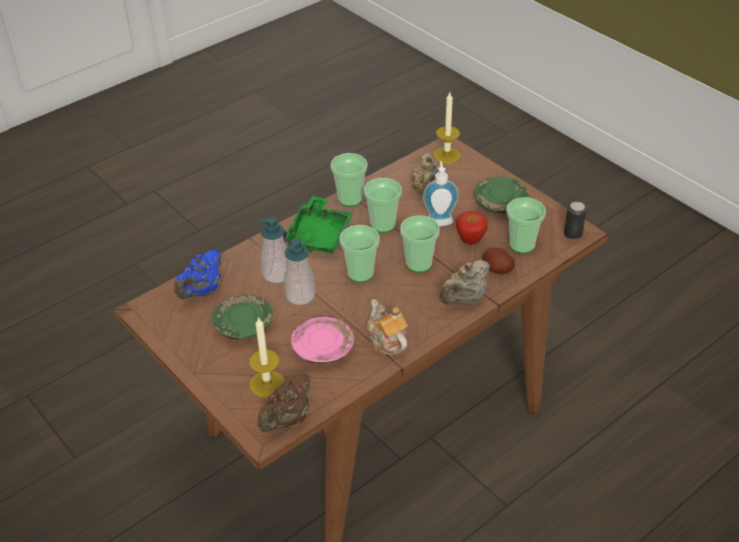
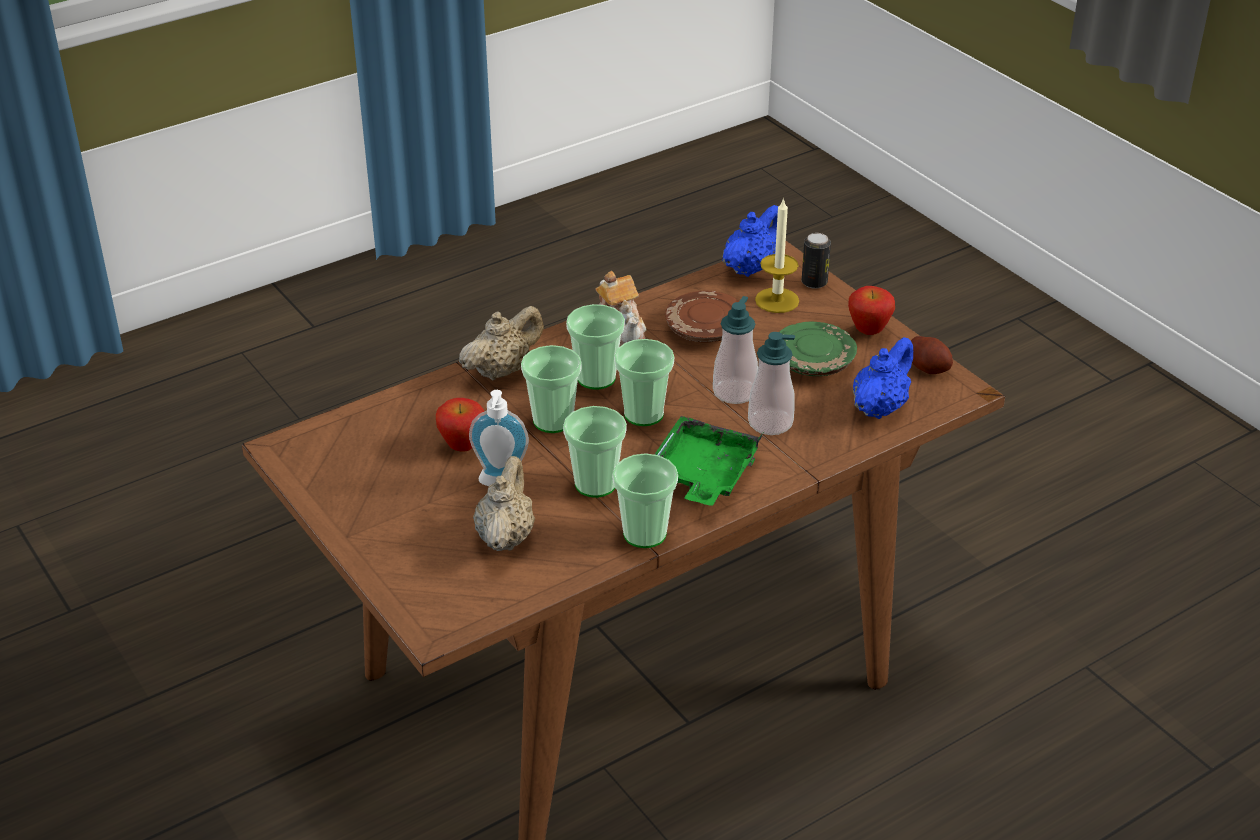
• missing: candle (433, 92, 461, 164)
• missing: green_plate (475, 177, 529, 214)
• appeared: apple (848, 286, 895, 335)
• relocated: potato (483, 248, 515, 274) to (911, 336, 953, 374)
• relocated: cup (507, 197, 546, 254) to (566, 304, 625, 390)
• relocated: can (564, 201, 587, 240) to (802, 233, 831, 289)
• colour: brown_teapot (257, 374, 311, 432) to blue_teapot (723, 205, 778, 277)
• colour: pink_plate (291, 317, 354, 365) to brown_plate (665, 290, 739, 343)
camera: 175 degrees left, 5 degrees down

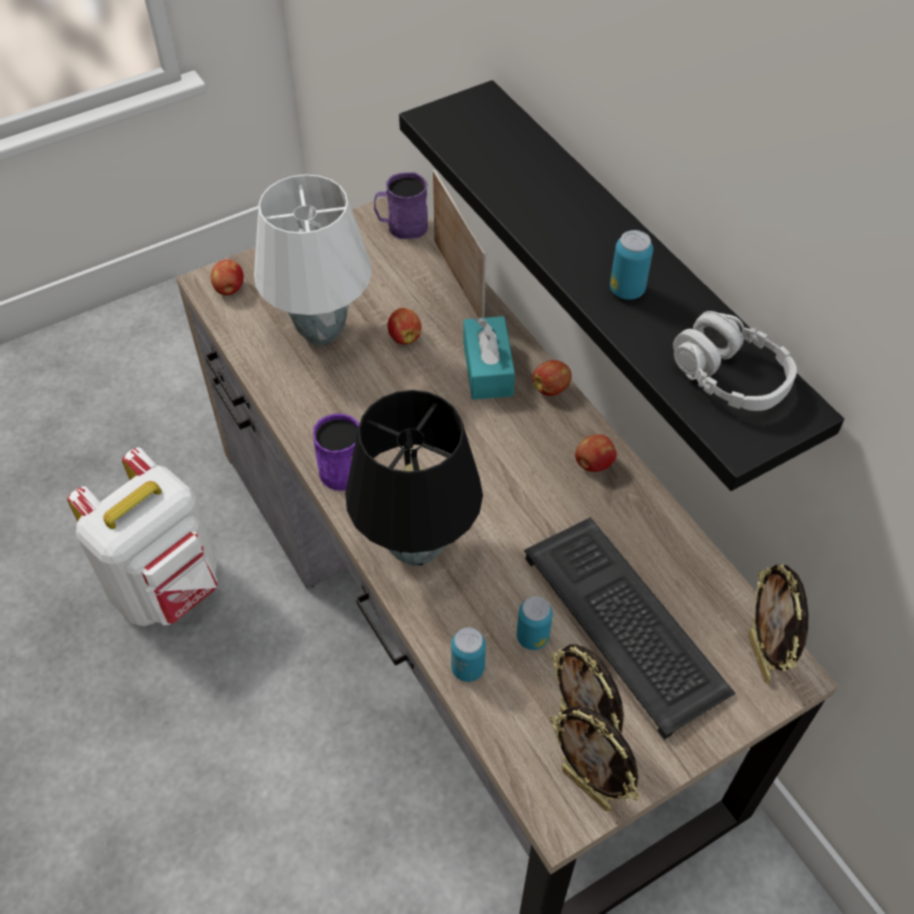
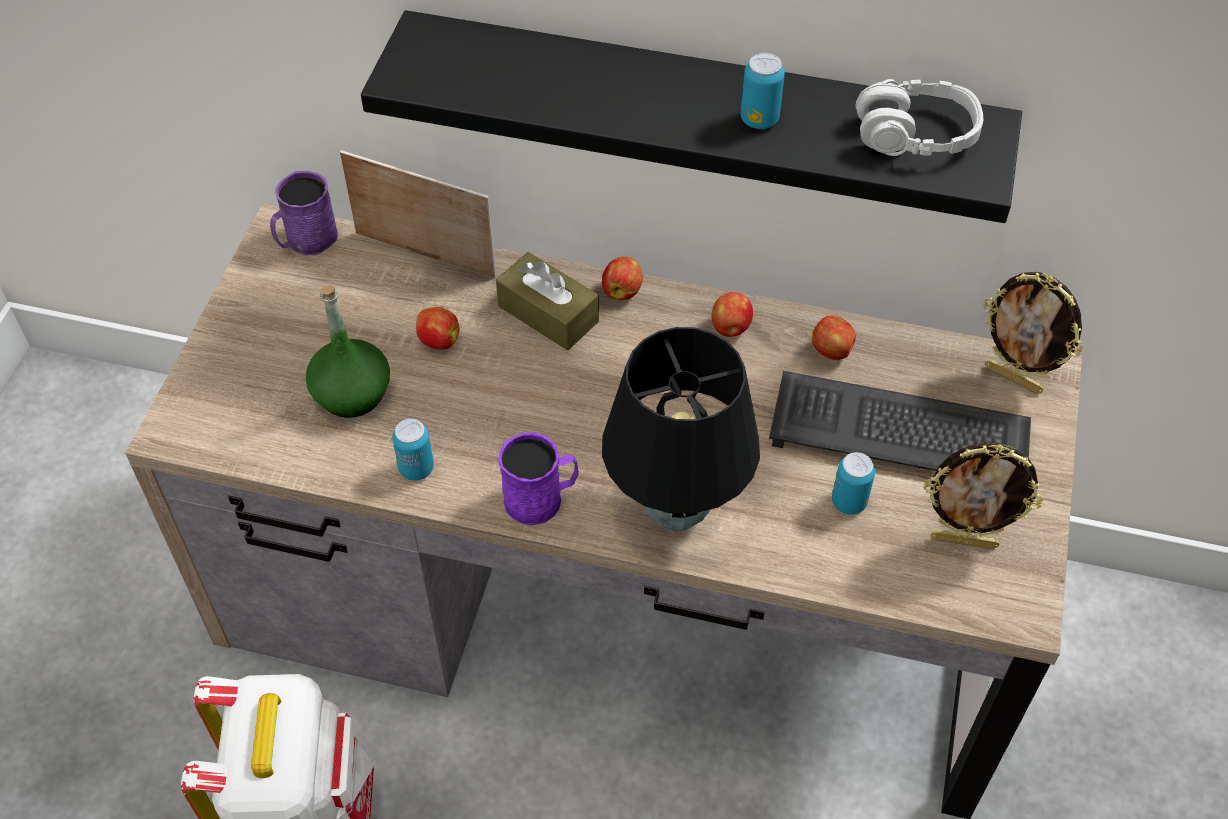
• missing: picture_frame (550, 707, 640, 811)
• relocated: apple (211, 260, 244, 295) to (812, 315, 856, 360)
• relocated: can (451, 628, 486, 682) to (392, 419, 434, 481)
• exchanged: white_table_lamp (254, 174, 372, 346) to green_bottle (306, 285, 390, 418)
• colour: turquoise_tissue_box (463, 316, 515, 400) to brown_tissue_box (496, 252, 599, 350)
camera: 45 degrees left, 0 degrees up

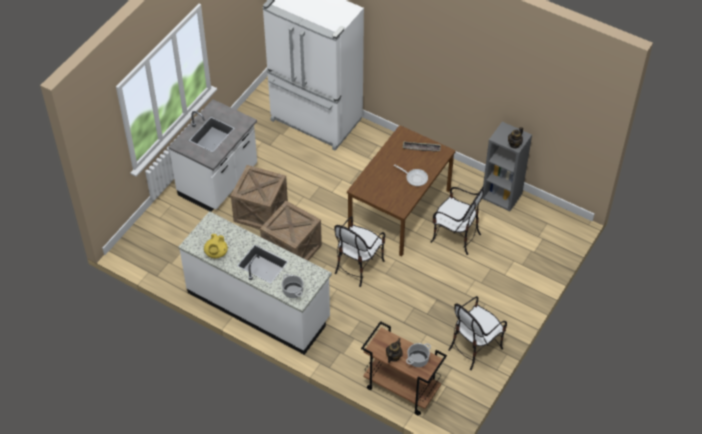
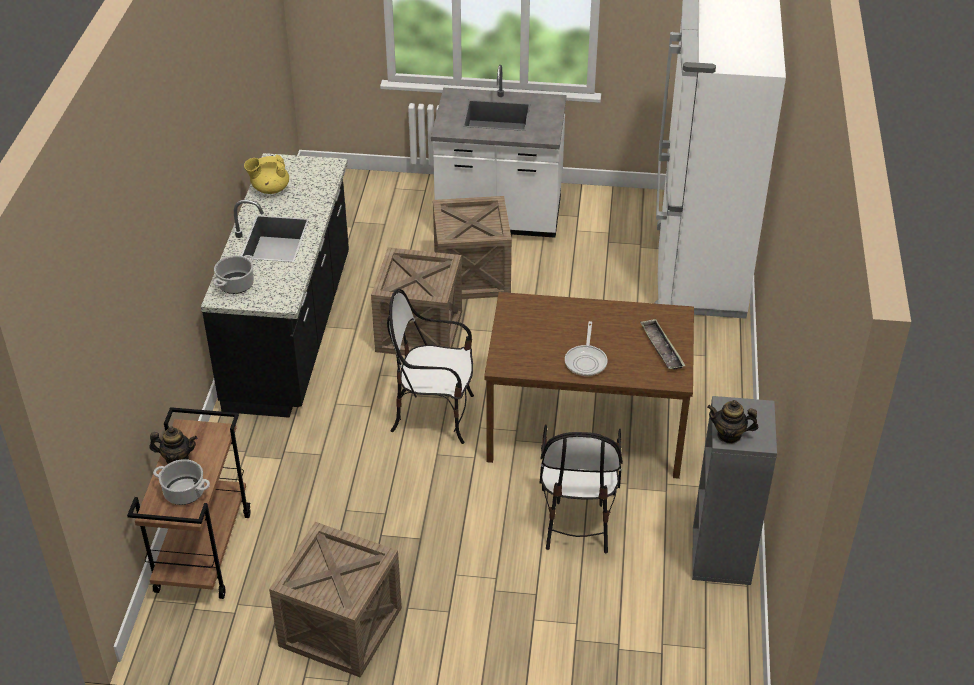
• exchanged: chair (448, 296, 507, 370) to crate (269, 522, 402, 678)
• colour: white_counter (179, 211, 332, 355) to black_counter (201, 153, 349, 418)
camera: 65 degrees right, 10 degrees down

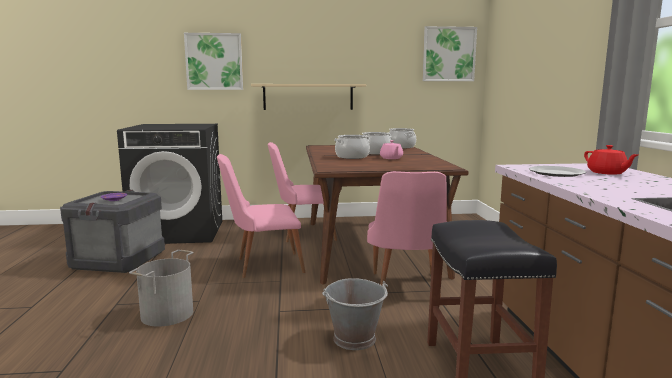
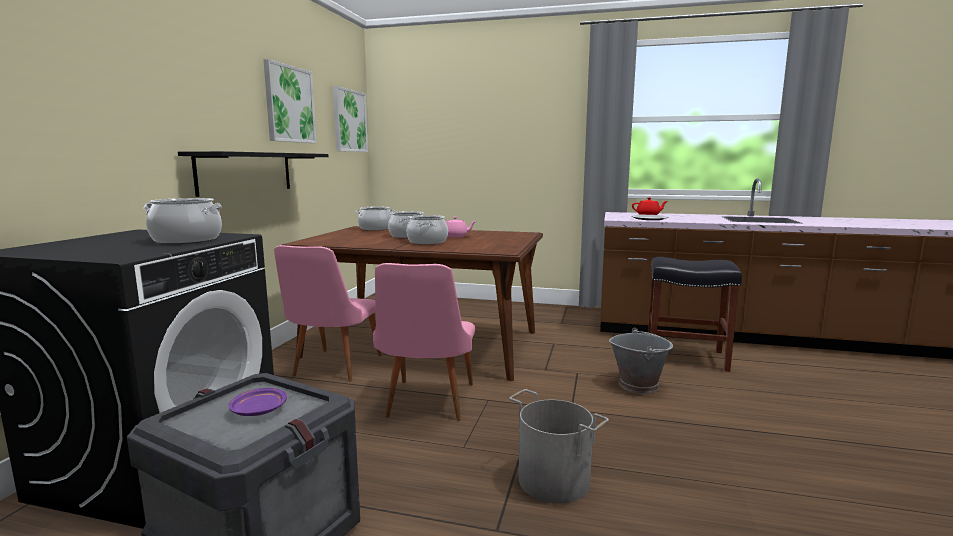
• missing: pink_chair (367, 171, 447, 297)
• appeared: cooking_pot (143, 198, 222, 244)
• relocated: picture (184, 33, 243, 90) to (263, 59, 317, 143)
• colour: beige_shelf (251, 84, 366, 110) to black_shelf (178, 151, 328, 197)
camera: 70 degrees left, 0 degrees up

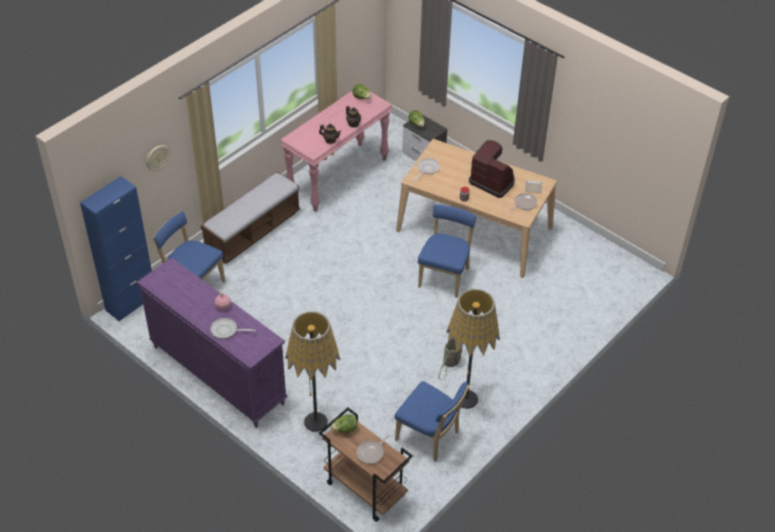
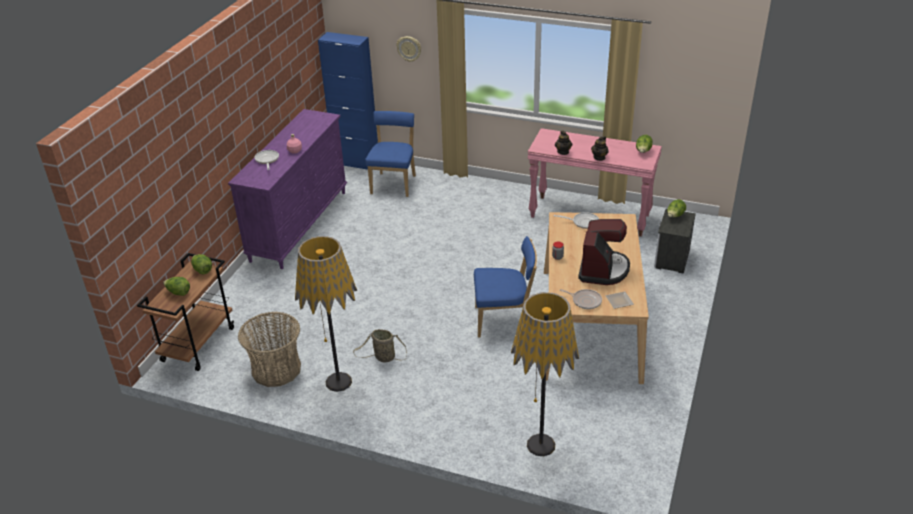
• missing: bench (201, 172, 300, 264)
• relocated: floor_lamp (285, 312, 341, 432) to (511, 292, 579, 456)
• exchanged: frying_pan (356, 435, 390, 464) to lettuce (163, 277, 190, 296)
• exchanged: blue_chair (395, 381, 470, 462) to basket (238, 312, 301, 387)
camera: 70 degrees right, 10 degrees down

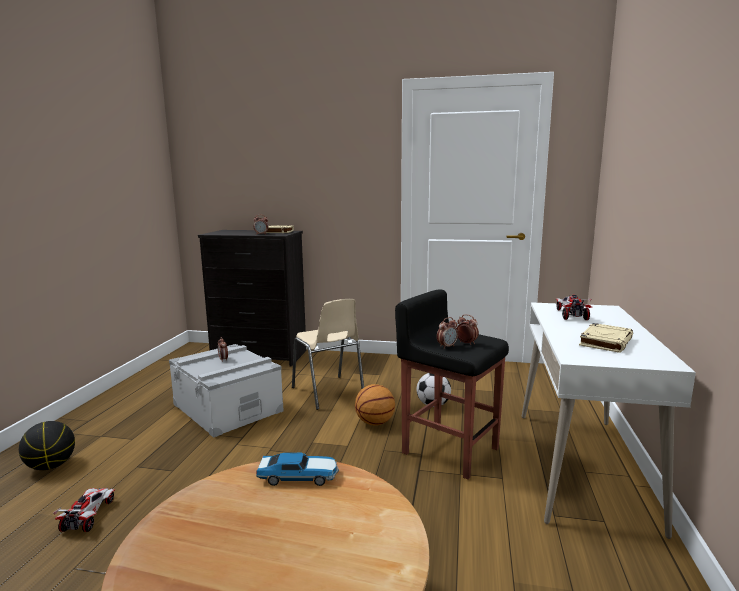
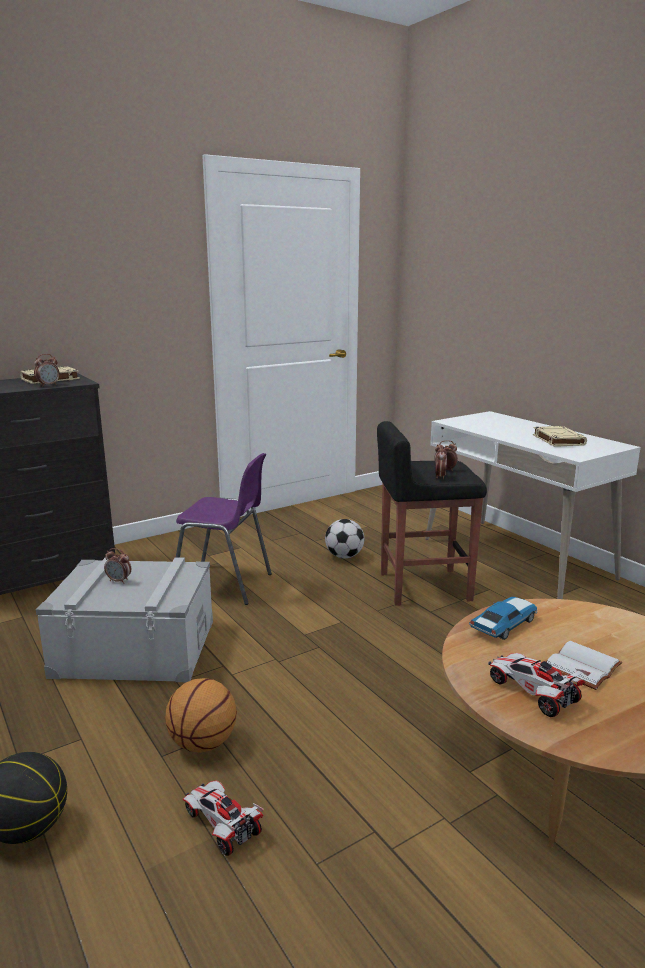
• appeared: white_book (546, 641, 622, 690)
• relocated: basketball (355, 384, 395, 425) to (165, 678, 237, 753)
• relocated: toy_car (556, 295, 592, 320) to (488, 653, 591, 717)
• colour: beige_chair (292, 299, 364, 410) to purple_chair (176, 453, 272, 605)
camera: 45 degrees left, 5 degrees up

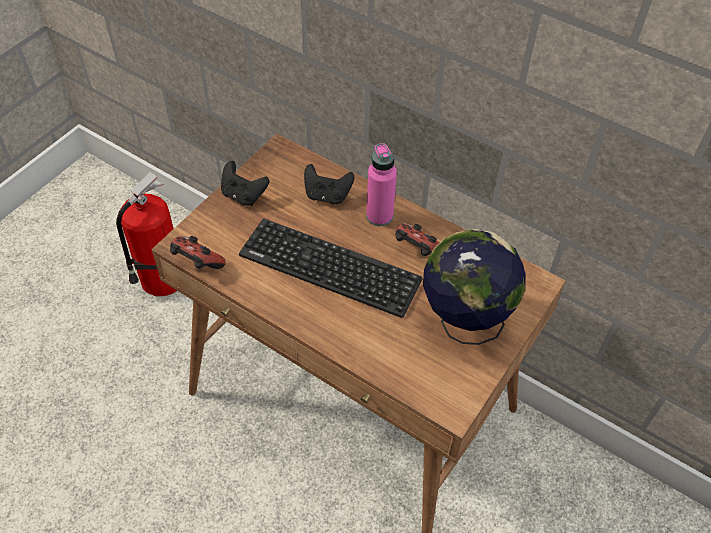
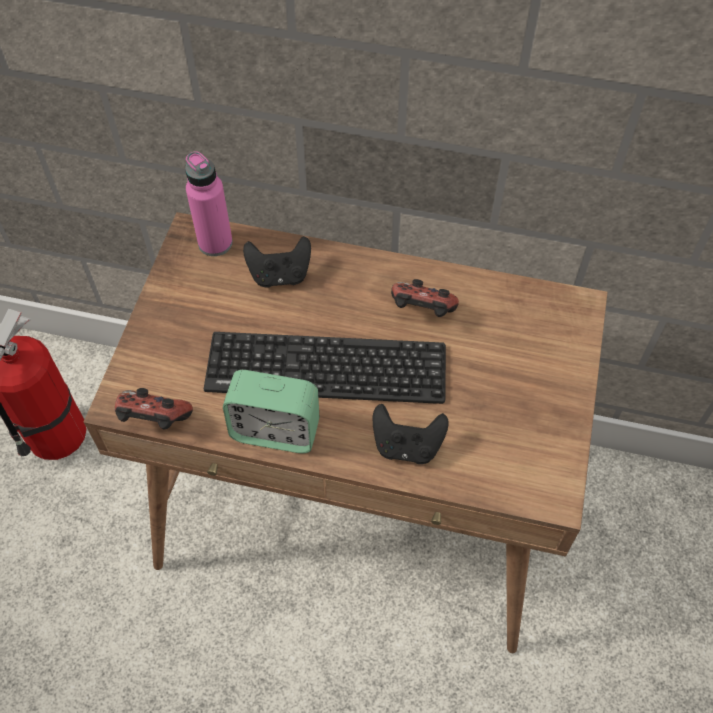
• missing: globe (423, 229, 525, 345)
• appeared: alarm_clock (223, 370, 319, 453)
• relocated: black_game_controller (221, 161, 269, 206) to (372, 404, 449, 464)
• relocated: pink_bottle (366, 143, 397, 226) to (185, 151, 233, 256)
camera: 20 degrees left, 5 degrees up

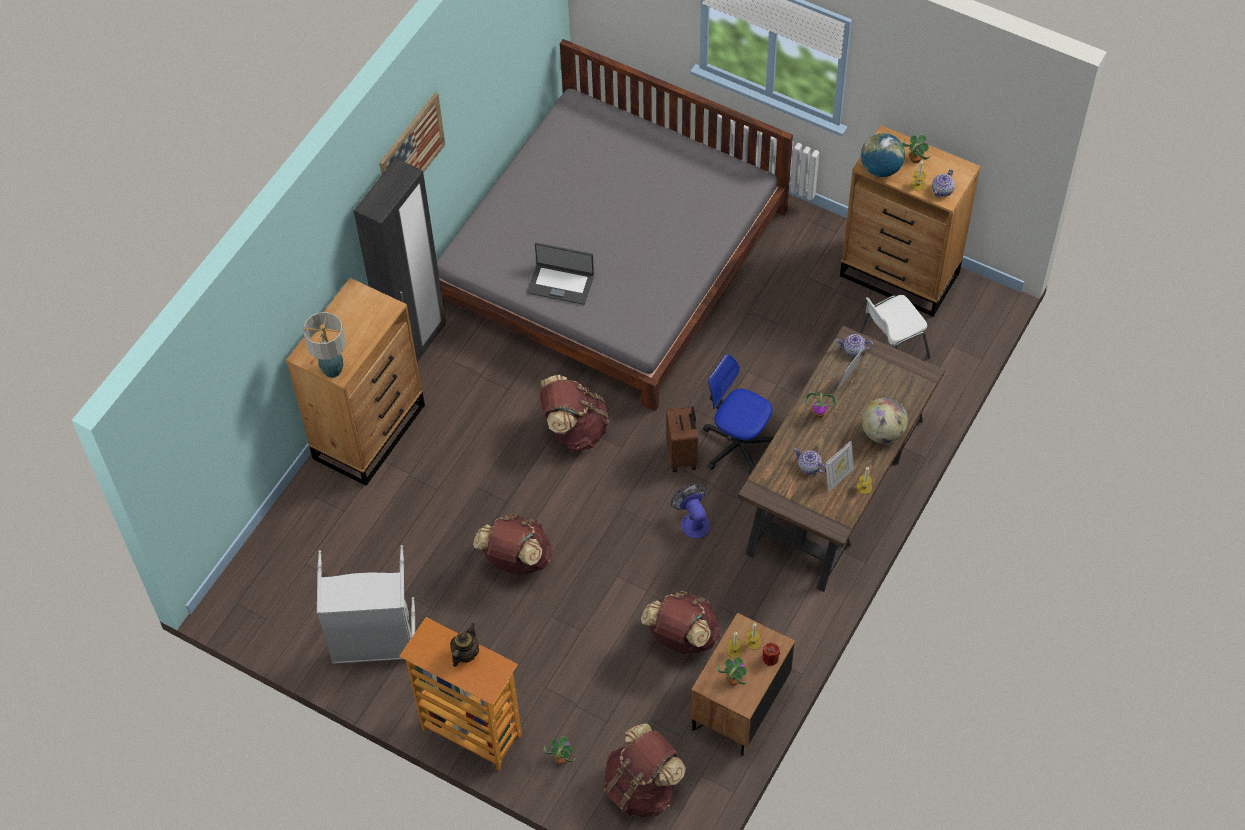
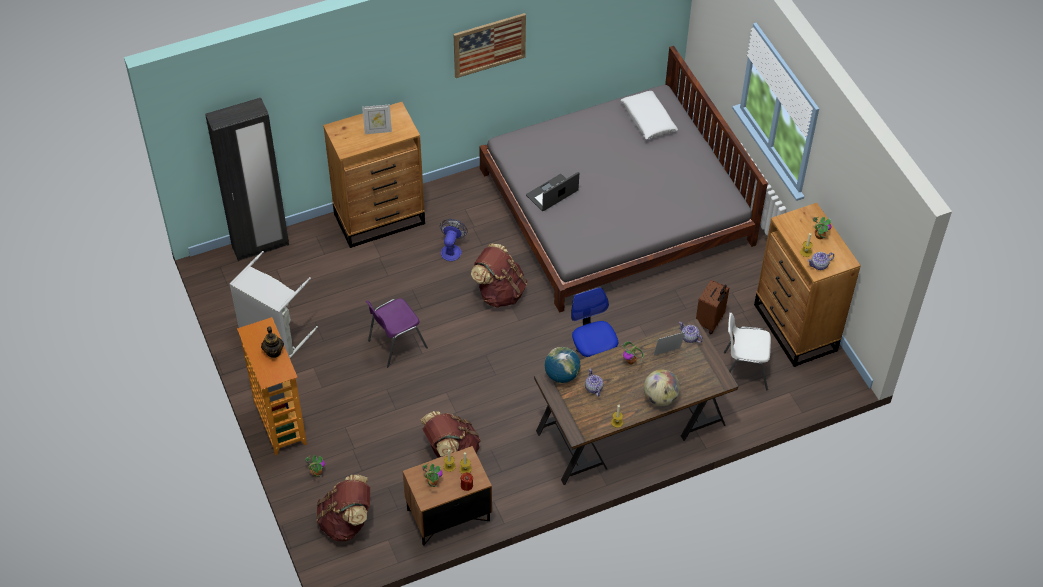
• missing: table_lamp (303, 312, 346, 378)
• appeared: white_pillow (621, 91, 678, 139)
• relocated: black_wardrobe (354, 158, 446, 362) to (205, 98, 289, 261)
• relocated: brown_suitcase (666, 406, 698, 472) to (696, 280, 729, 334)
• relocated: fan (671, 483, 710, 539) to (440, 219, 468, 261)
• relocated: picture_frame (826, 441, 854, 492) to (362, 104, 392, 134)
• relocated: globe (861, 133, 905, 177) to (545, 347, 580, 383)
• exchanged: brown_backpack (473, 514, 553, 575) to purple_chair (366, 298, 428, 367)
• spun: teapot (450, 623, 479, 667) = (261, 327, 284, 358) 105 degrees clockwise
• spun: laptop (527, 243, 594, 305) = (526, 172, 579, 211) 90 degrees clockwise
camera: 35 degrees right, 5 degrees down

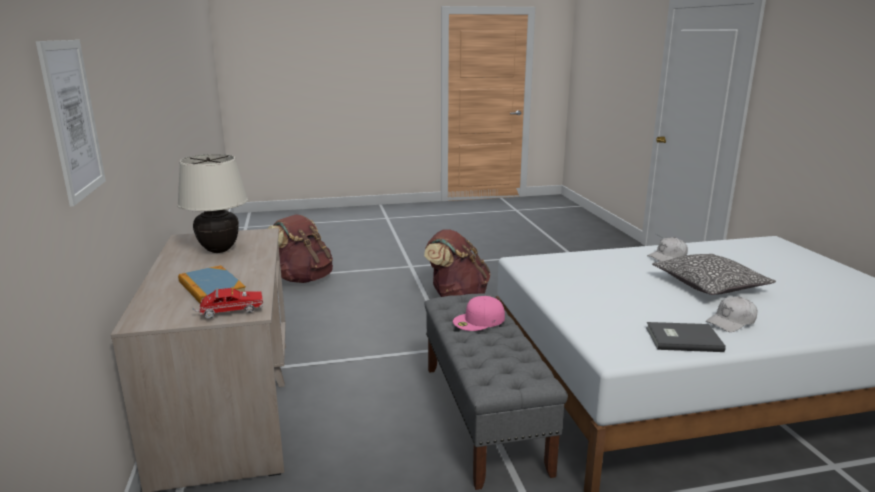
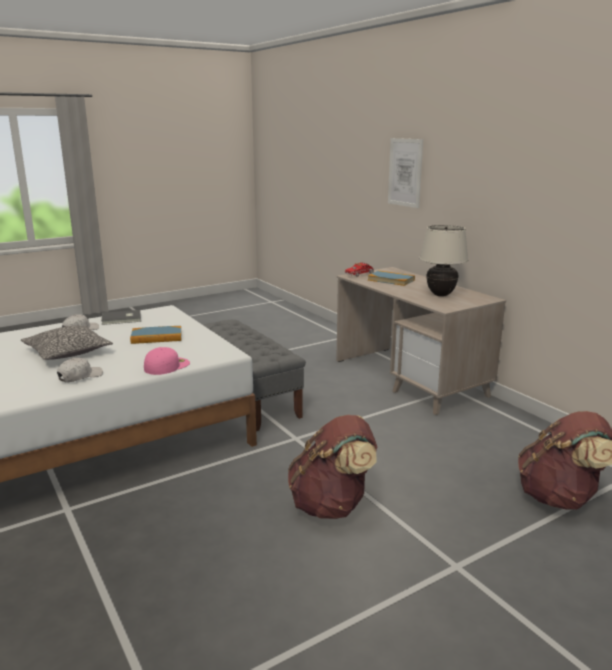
• appeared: book (130, 326, 182, 344)
• relocated: pink_cap (453, 296, 505, 331) to (144, 347, 190, 375)
camera: 160 degrees right, 0 degrees up

